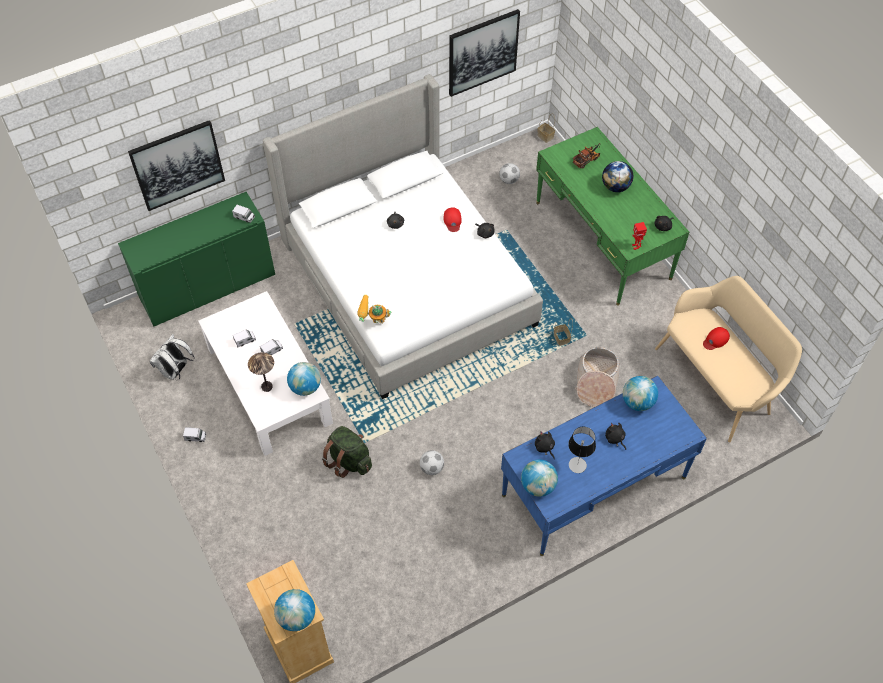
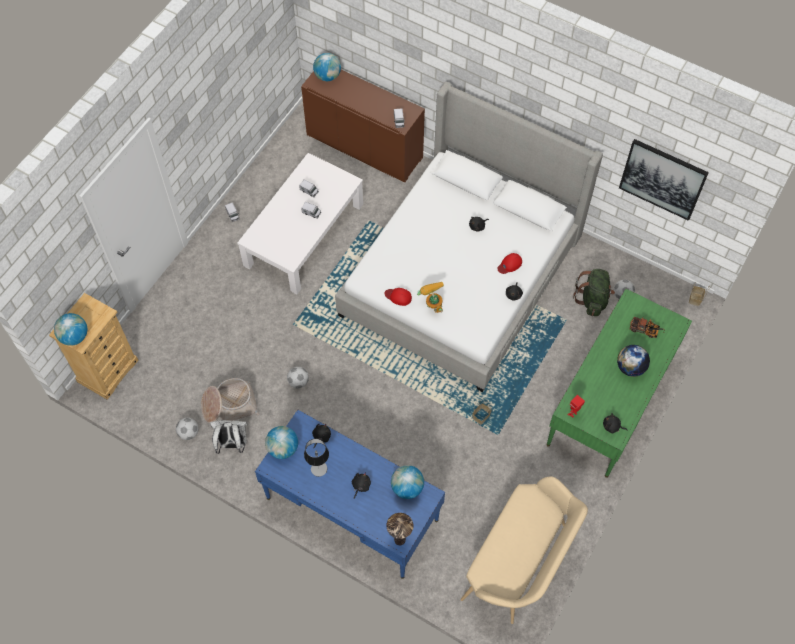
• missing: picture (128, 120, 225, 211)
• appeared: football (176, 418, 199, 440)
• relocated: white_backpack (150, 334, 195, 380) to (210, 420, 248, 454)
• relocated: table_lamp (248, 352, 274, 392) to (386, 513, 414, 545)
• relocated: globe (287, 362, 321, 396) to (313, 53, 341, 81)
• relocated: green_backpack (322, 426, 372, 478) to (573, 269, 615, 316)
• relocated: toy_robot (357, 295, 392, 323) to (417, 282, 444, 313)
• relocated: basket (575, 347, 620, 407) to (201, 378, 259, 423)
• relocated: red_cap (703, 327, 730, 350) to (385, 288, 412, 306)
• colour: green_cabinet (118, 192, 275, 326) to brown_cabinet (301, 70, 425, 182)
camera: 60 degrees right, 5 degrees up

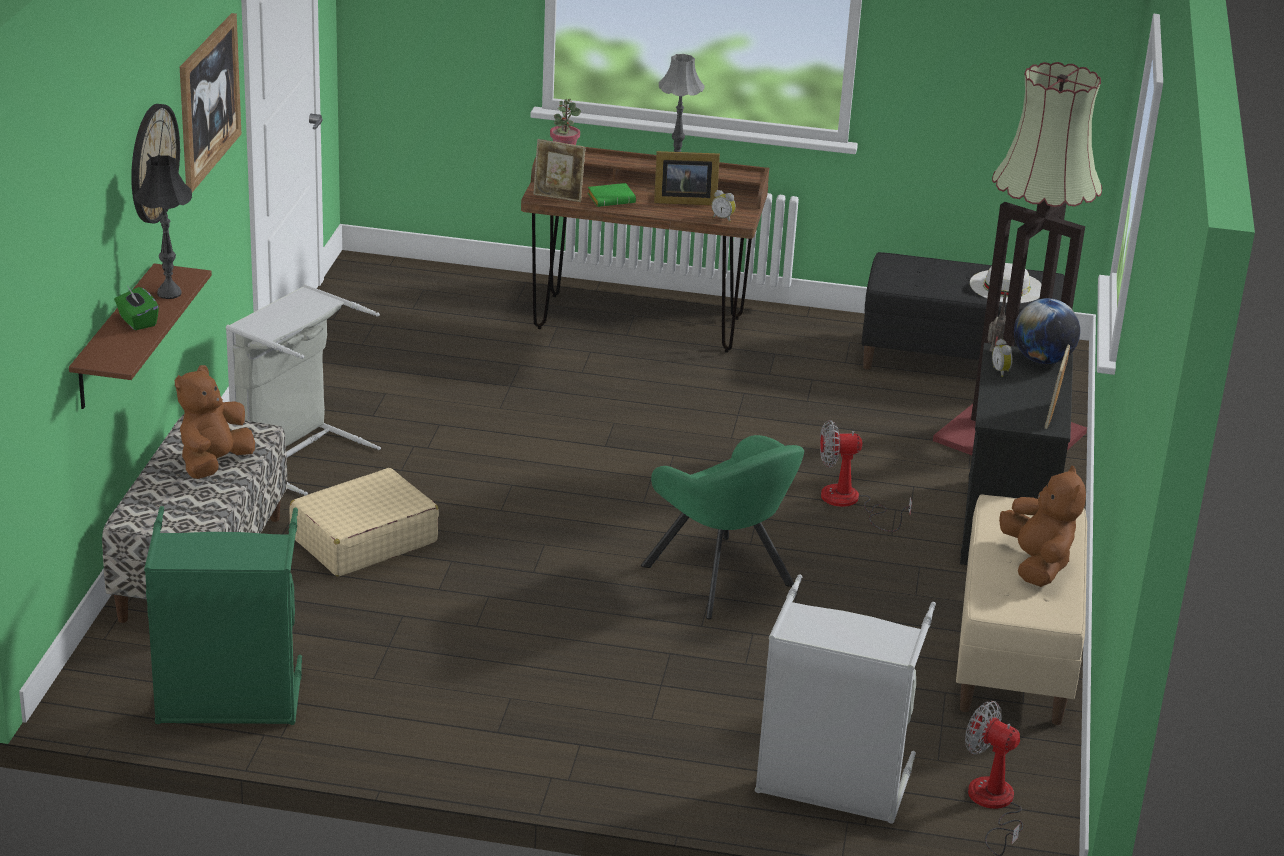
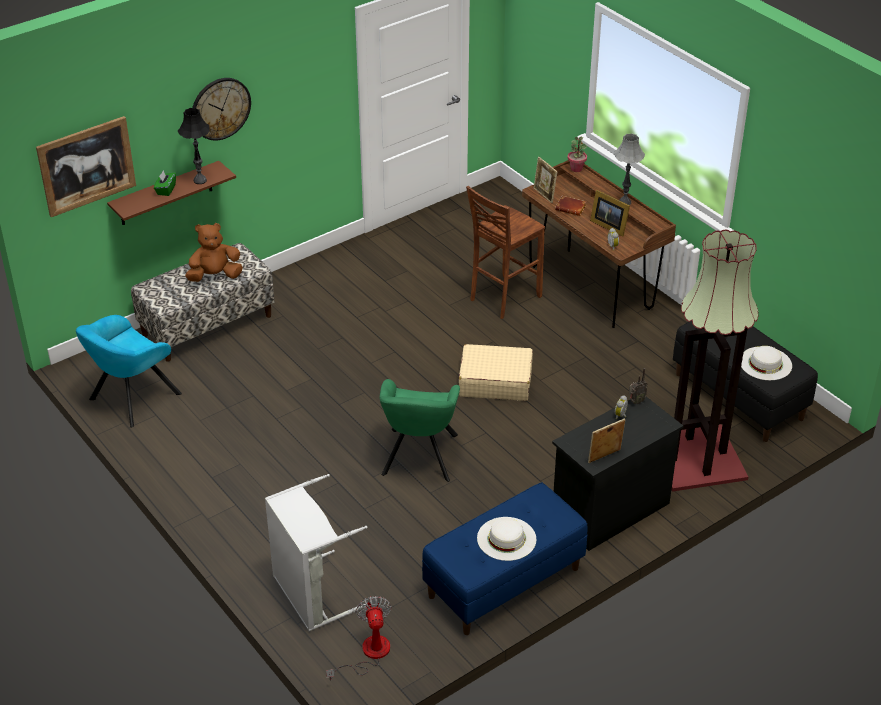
• missing: grey_laundry_basket (226, 284, 381, 496)
• missing: fan (820, 420, 912, 532)
• missing: globe (1014, 298, 1080, 364)
• appeared: brown_stool (466, 186, 545, 319)
• relocated: picture (180, 13, 241, 192) to (36, 116, 136, 217)
• relocated: beige_suitcase (290, 468, 439, 577) to (459, 344, 533, 401)
• exchanged: green_laundry_basket (144, 506, 302, 725) to turquoise_armchair (76, 315, 182, 428)
• exchanged: brown_plush_toy (999, 465, 1086, 587) to white_hat (477, 517, 536, 561)
• colour: green_book (588, 183, 636, 207) to brown_book (555, 196, 586, 216)
• colour: beige_bench (956, 494, 1087, 725) to blue_bench (422, 483, 588, 635)
camera: 45 degrees right, 10 degrees up

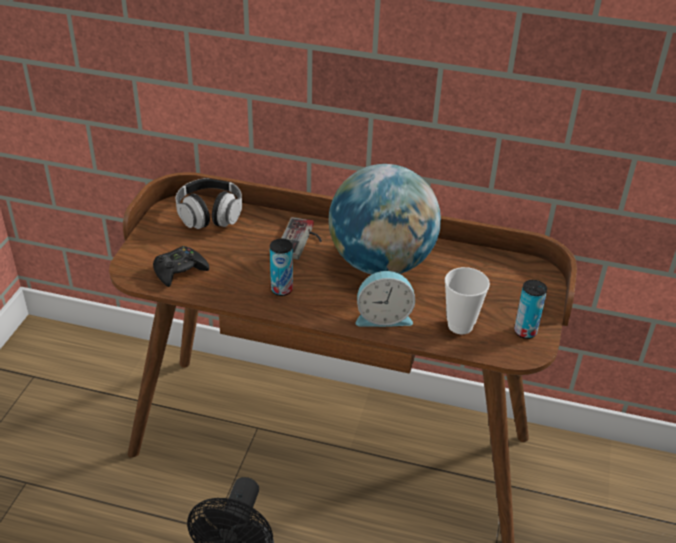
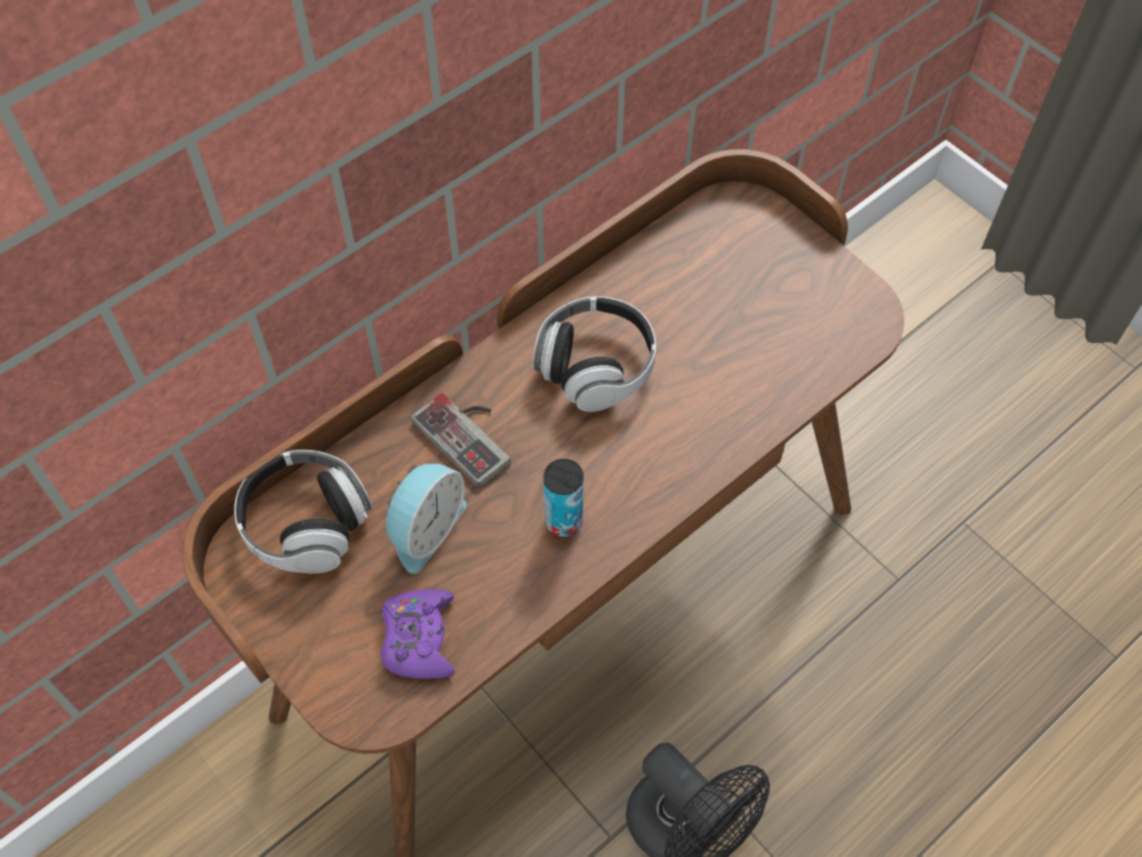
• missing: cup (445, 267, 490, 334)
• missing: can (514, 280, 547, 339)
• relocated: alarm_clock (356, 271, 415, 327) to (386, 464, 466, 574)
• exchanged: globe (329, 164, 441, 274) to headphones (533, 296, 656, 412)
• colour: black_game_controller (153, 246, 209, 287) to purple_game_controller (380, 589, 455, 679)
camera: 55 degrees left, 20 degrees up

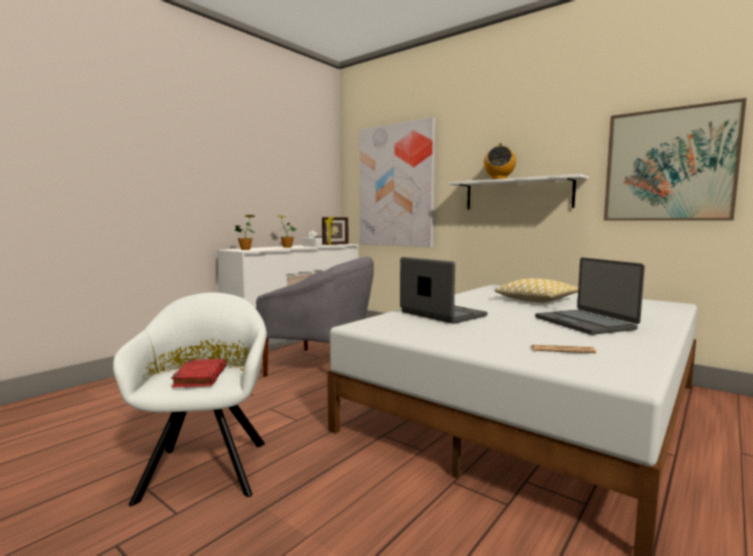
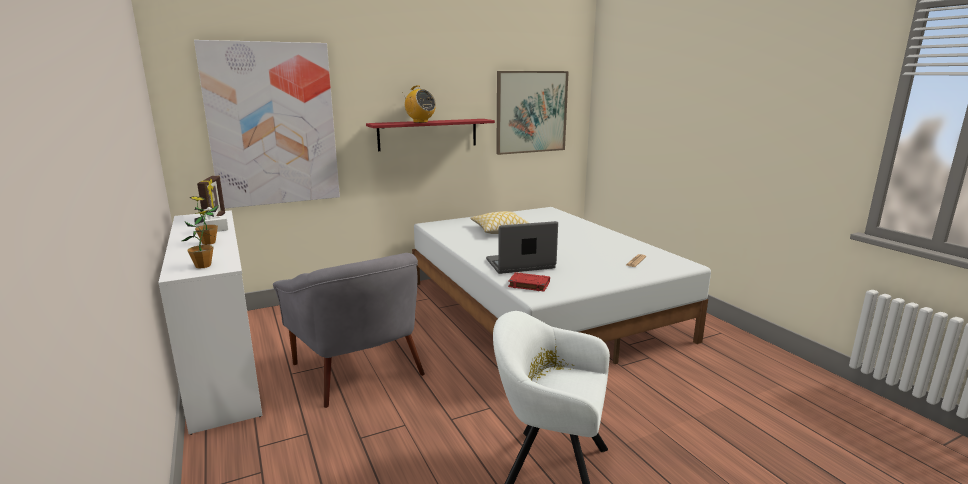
• missing: laptop (535, 257, 645, 335)
• relocated: red_book (171, 359, 226, 387) to (508, 272, 550, 292)
• colour: white_shelf (448, 174, 589, 210) to red_shelf (366, 119, 495, 151)
• spun: grey_armchair (256, 256, 374, 377) = (273, 253, 425, 408) 105 degrees clockwise
camera: 65 degrees left, 10 degrees up

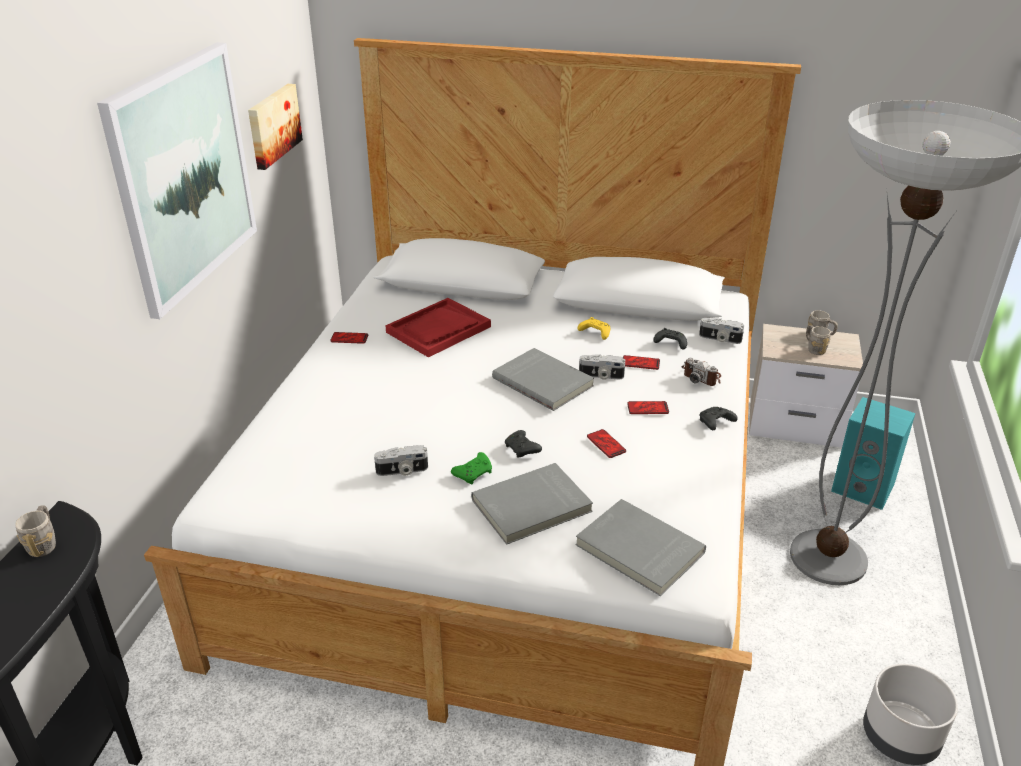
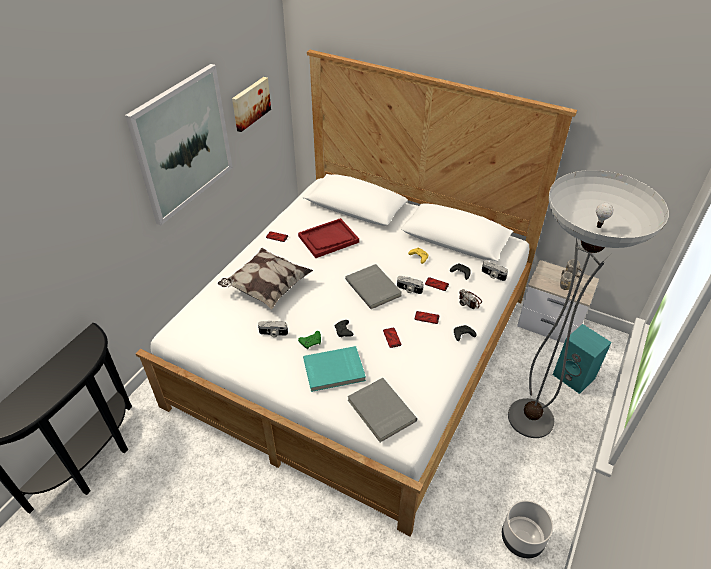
• missing: grey_mug (15, 505, 56, 557)
• appeared: pillow (218, 248, 313, 310)
• colour: grey_book (471, 463, 593, 545) to turquoise_book (303, 346, 366, 392)
camera: 15 degrees right, 10 degrees up

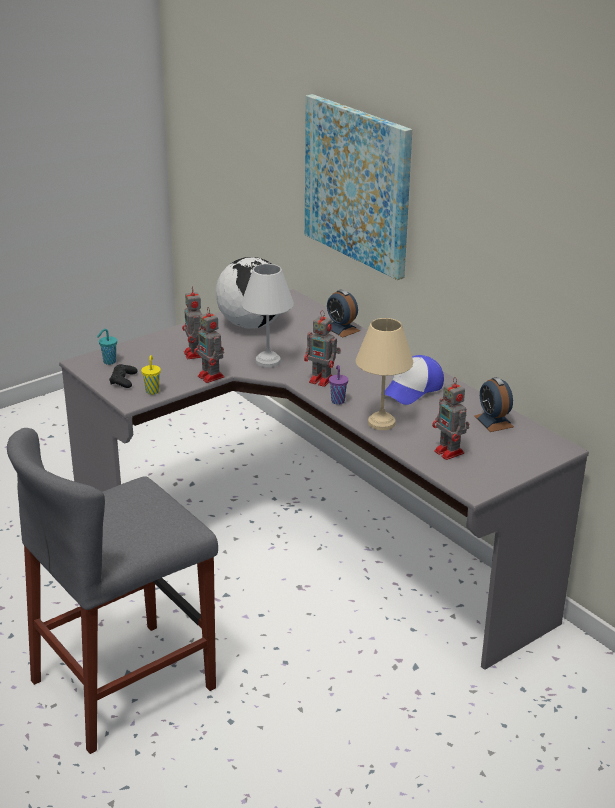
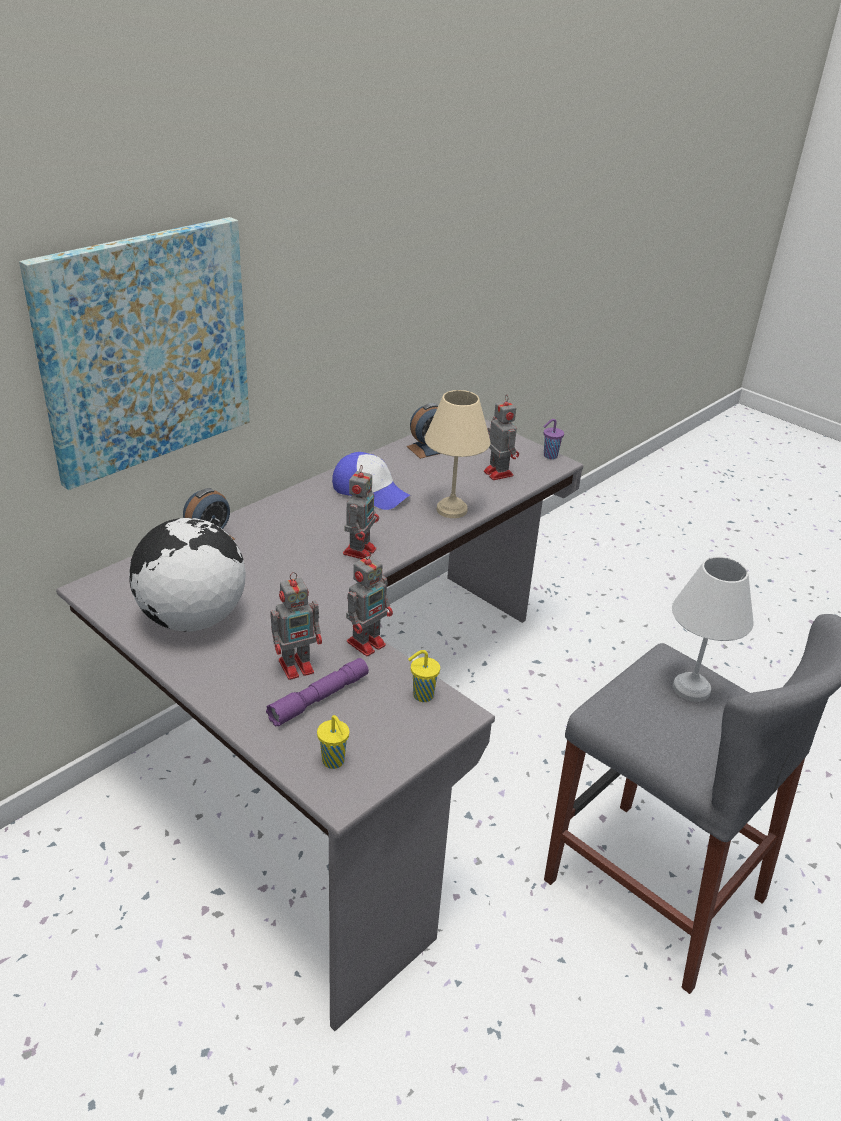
• missing: black_game_controller (109, 364, 137, 388)
• appeared: purple_flashlight (266, 658, 369, 727)
• relocated: white_table_lamp (241, 264, 294, 367) to (672, 557, 754, 702)
• relocated: purple_cup (329, 365, 348, 405) to (543, 419, 564, 459)
• colour: turquoise_cup (97, 329, 117, 365) to yellow_cup (317, 715, 349, 769)
• spun: toy_robot (432, 377, 470, 460) = (484, 395, 519, 480) 75 degrees counterclockwise
camera: 100 degrees left, 5 degrees up

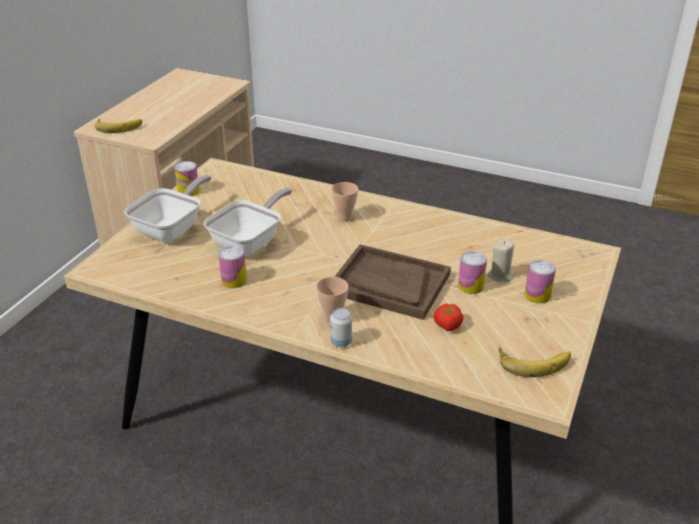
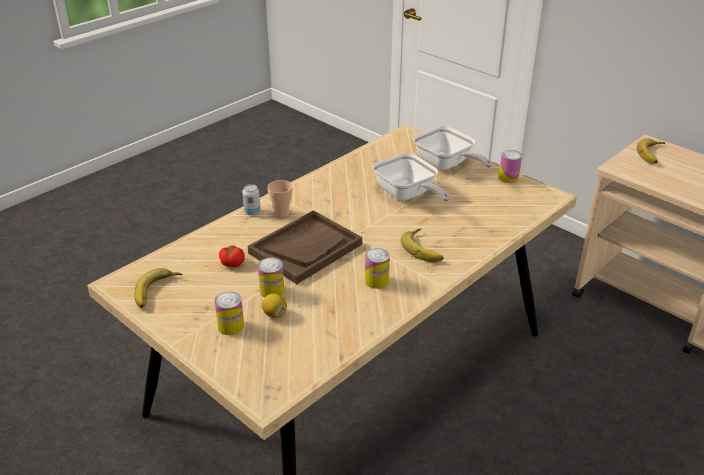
• relocated: can (218, 246, 247, 288) to (365, 248, 390, 289)
• exchanged: cup (331, 182, 358, 222) to banana (401, 228, 443, 263)
• exchanged: beige_candle (487, 240, 514, 282) to lemon (262, 294, 287, 318)
camera: 110 degrees right, 0 degrees up

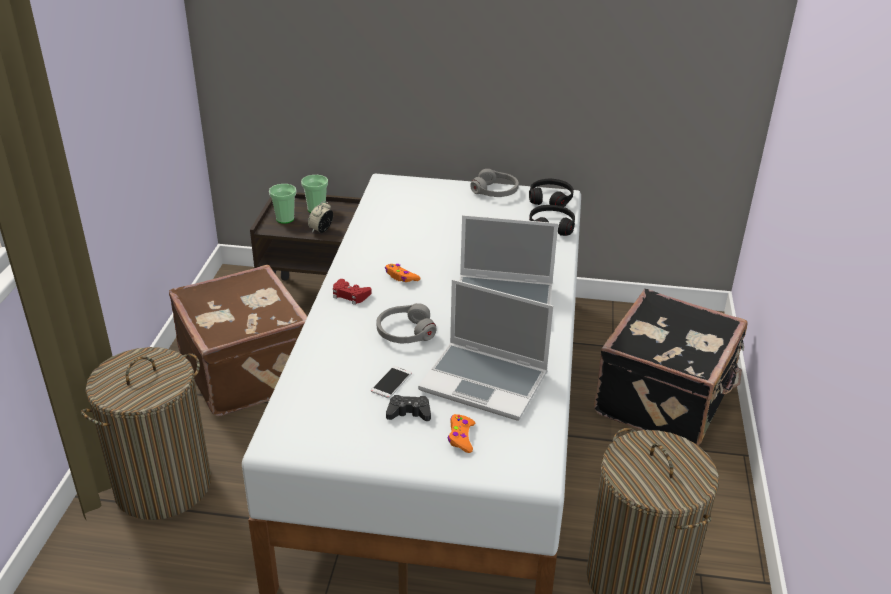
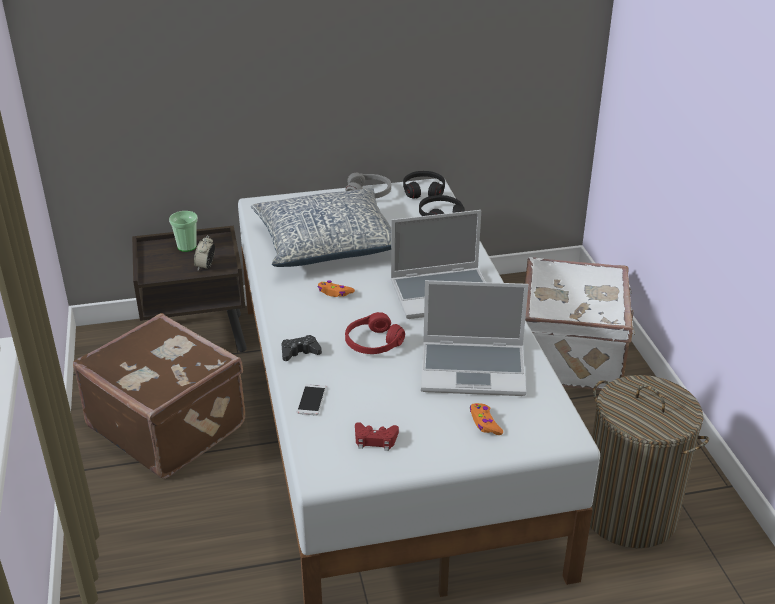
• missing: laundry_basket (81, 347, 211, 520)
• missing: cup (269, 184, 297, 224)
• appeared: pillow (251, 188, 391, 267)
• relocated: red_game_controller (333, 279, 372, 305) to (355, 422, 399, 451)
• relocated: phone (371, 366, 412, 398) to (297, 384, 326, 416)
• relocated: black_game_controller (386, 395, 431, 421) to (281, 335, 322, 361)
• colour: grey_headphones (376, 303, 436, 343) to red_headphones (345, 312, 405, 354)
• colour: black_suitcase (594, 289, 747, 446) to white_suitcase (524, 257, 635, 390)
camera: 20 degrees left, 0 degrees up

